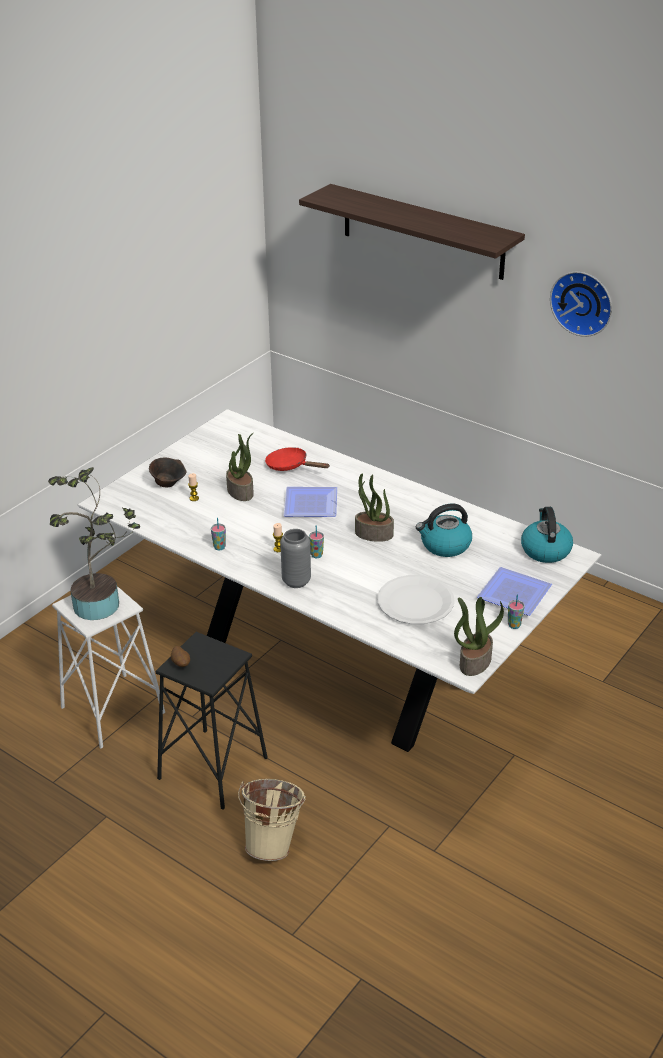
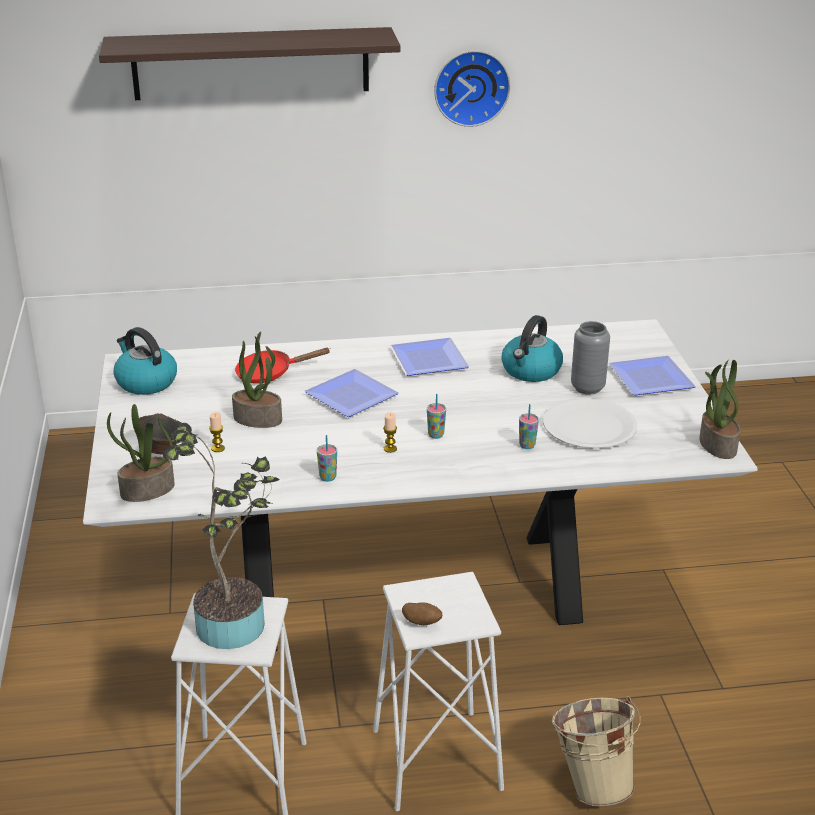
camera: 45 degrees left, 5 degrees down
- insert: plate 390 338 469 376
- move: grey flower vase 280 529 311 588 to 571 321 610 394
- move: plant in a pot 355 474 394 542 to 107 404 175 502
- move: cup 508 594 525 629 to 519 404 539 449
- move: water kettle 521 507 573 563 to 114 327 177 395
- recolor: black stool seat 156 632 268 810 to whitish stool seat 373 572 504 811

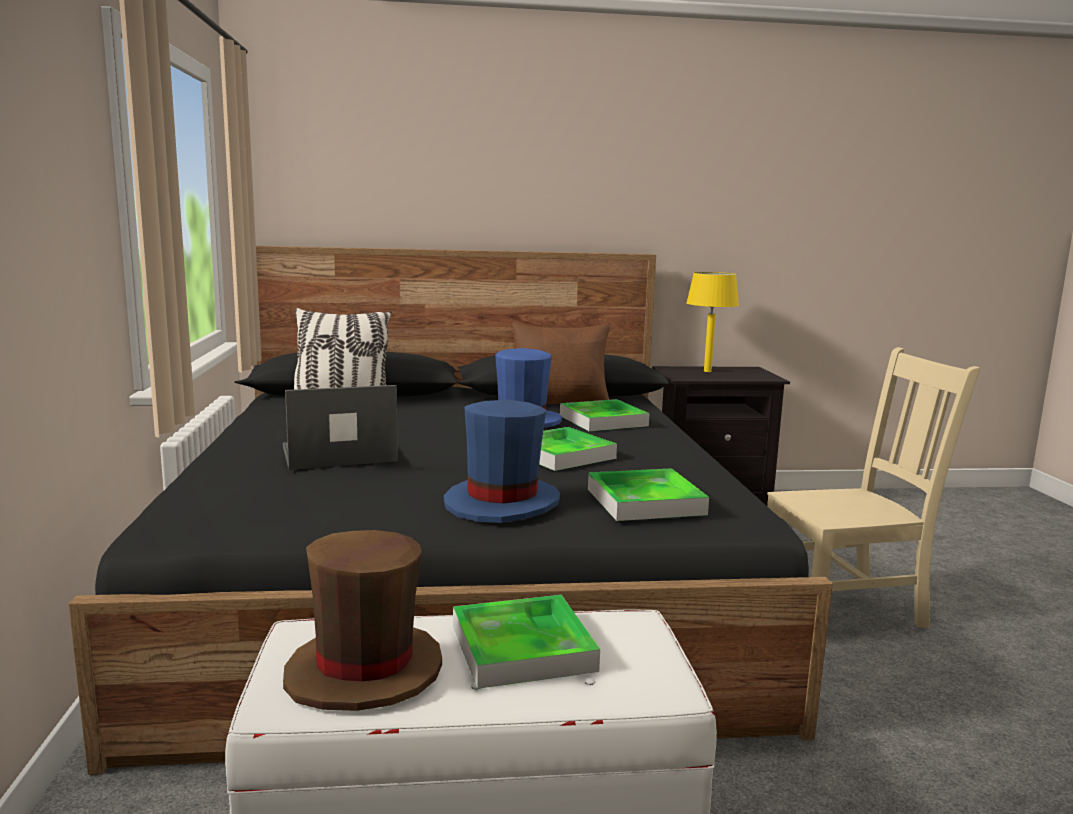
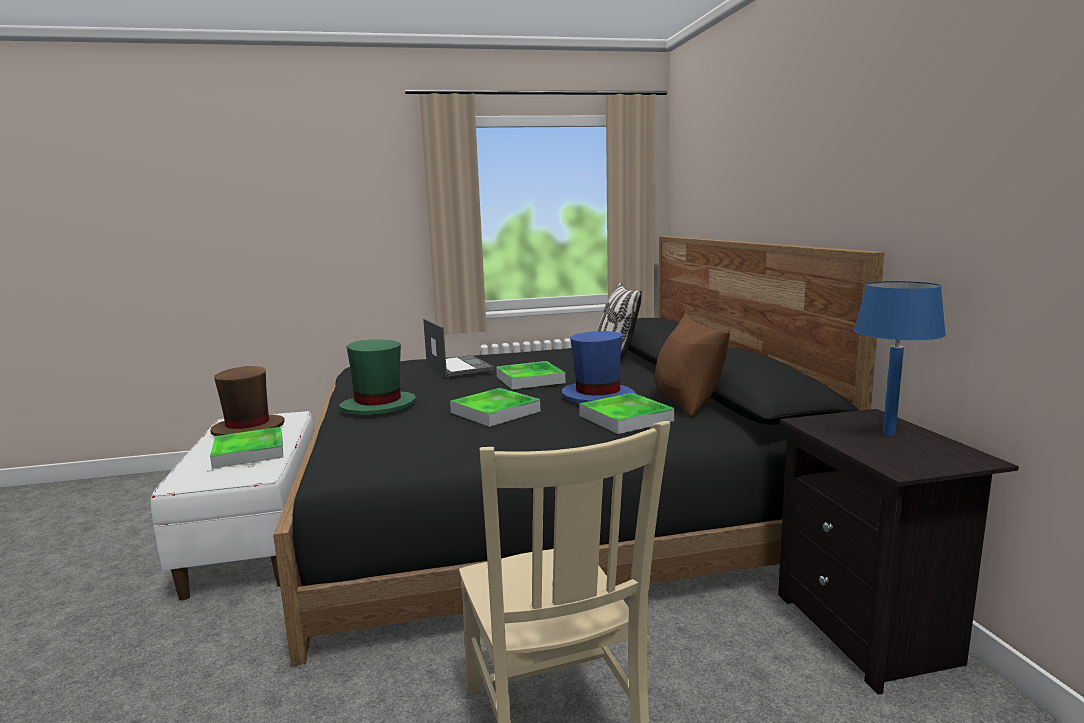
camera: 85 degrees right, 0 degrees up
- move: tray 588 468 709 521 to 496 361 566 390
- recolor: bluish clothing hat 444 400 560 523 to greenish clothing hat 339 339 416 415
- recolor: yellowish table lamp 686 272 739 372 to bluish table lamp 854 281 946 436

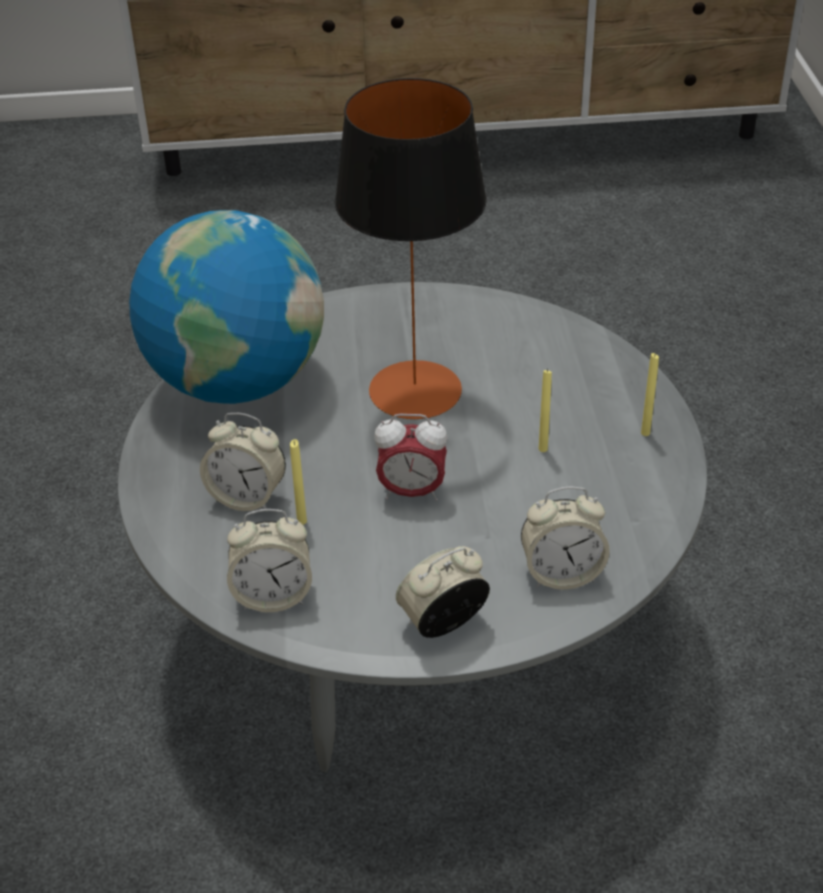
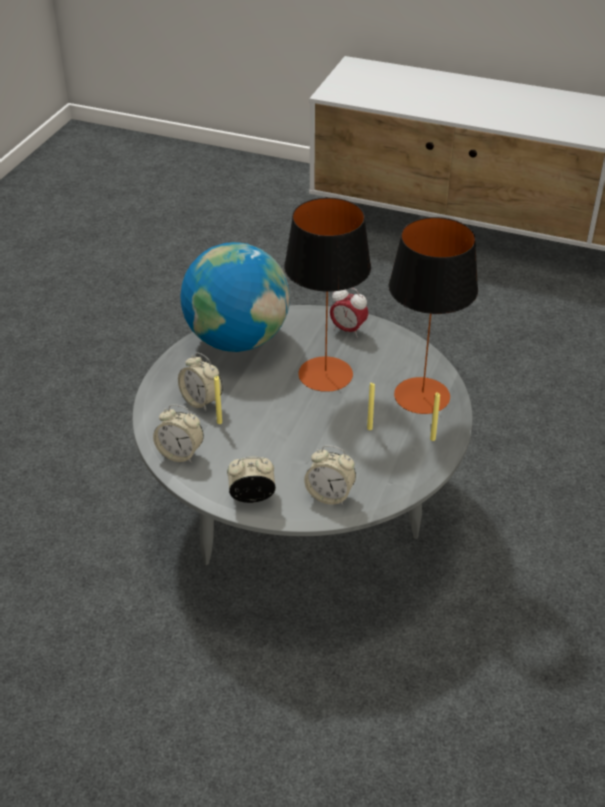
camera: 25 degrees right, 0 degrees up
- insert: table lamp 389 217 478 414
- move: alarm clock 374 414 447 501 to 330 288 368 337

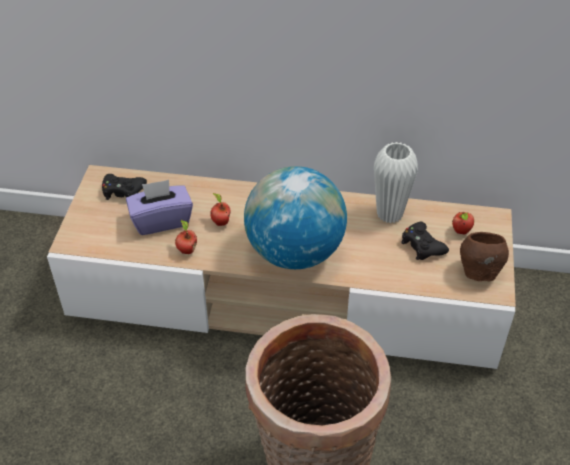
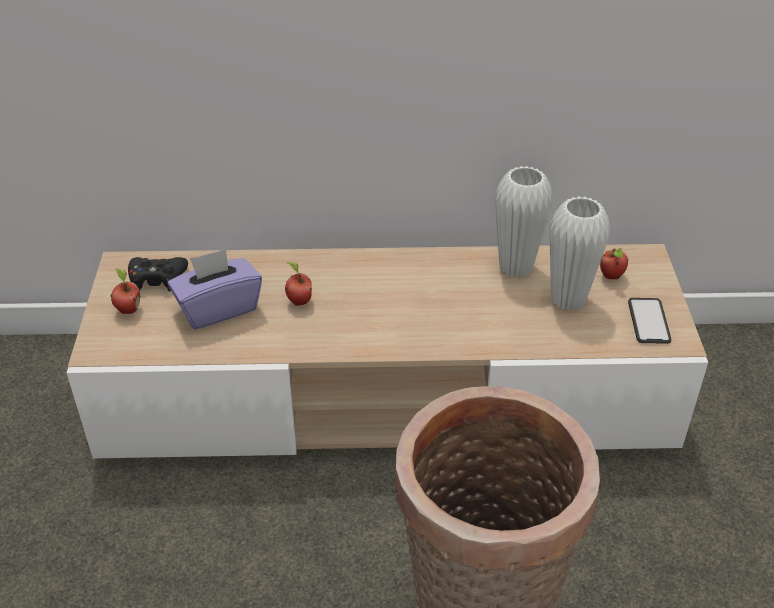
camera: 10 degrees left, 5 degrees down
- delete: world globe 244 166 347 269
- move: whole apple 175 220 197 254 to 111 269 140 314
- replace: black joypad 401 222 449 260 to whitish flower vase 549 196 610 310
- replace: brown-coloured deep dish 460 232 509 282 to phone 628 298 671 344

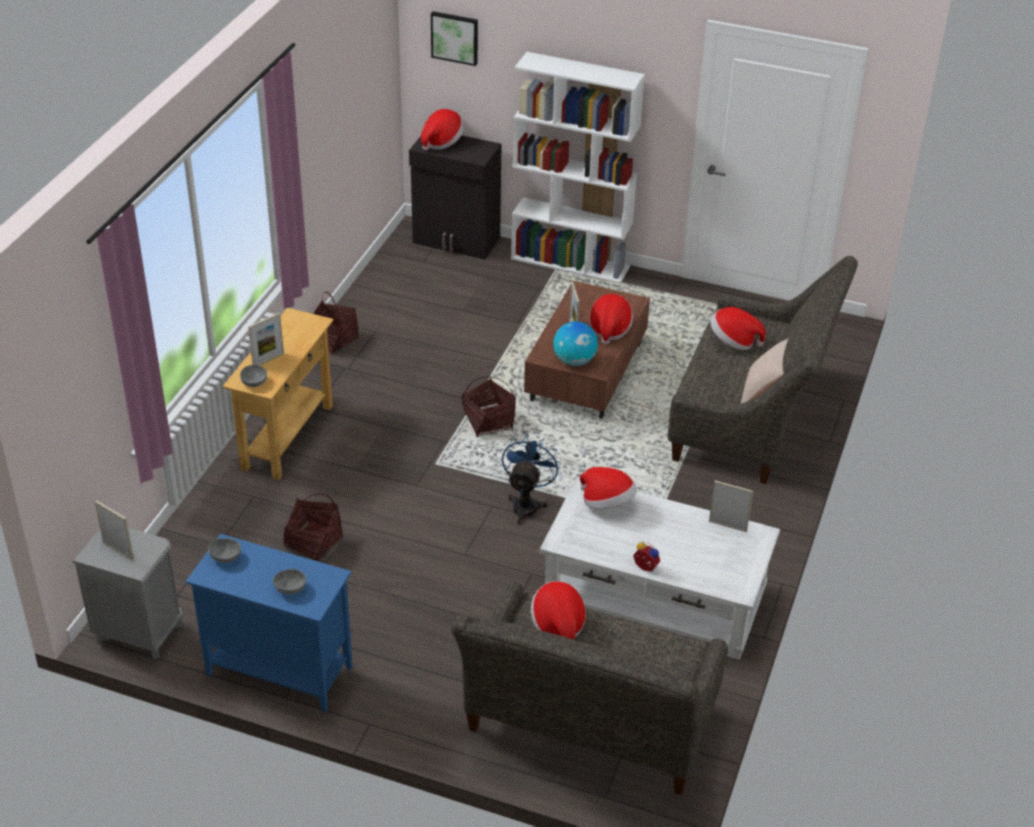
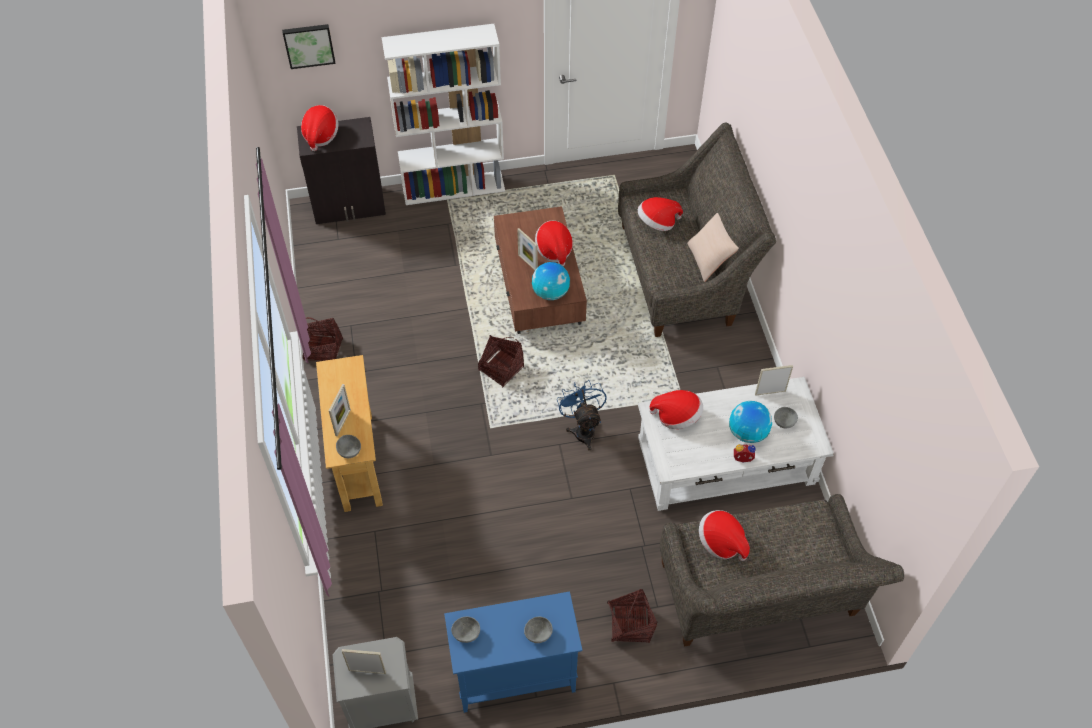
camera: 30 degrees left, 15 degrees up
- insert: world globe 729 401 772 443
- insert: grey deep dish 774 407 798 429
- move: storage basket 283 494 343 561 to 607 589 657 643

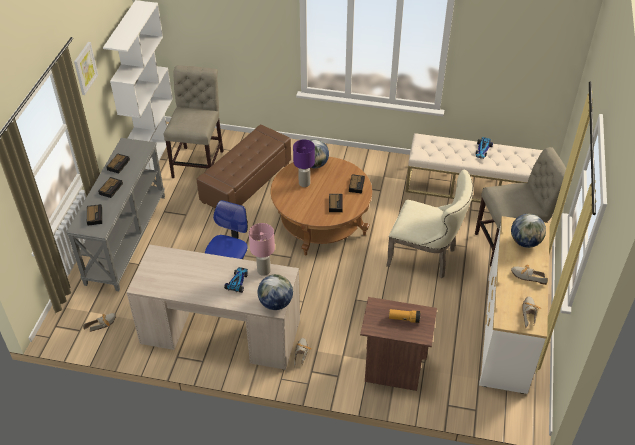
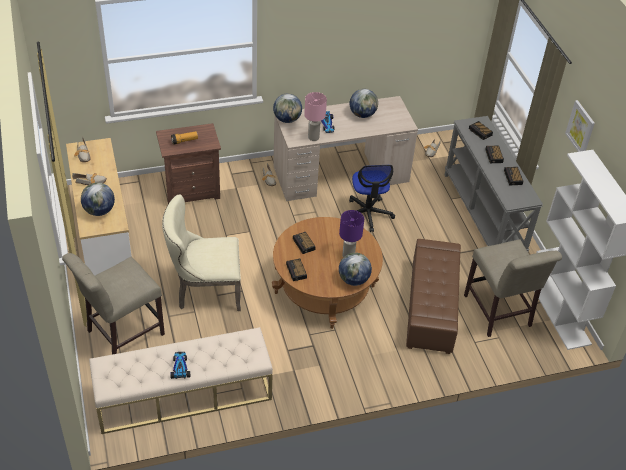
camera: 150 degrees right, 0 degrees up
- insert: world globe 350 89 378 118

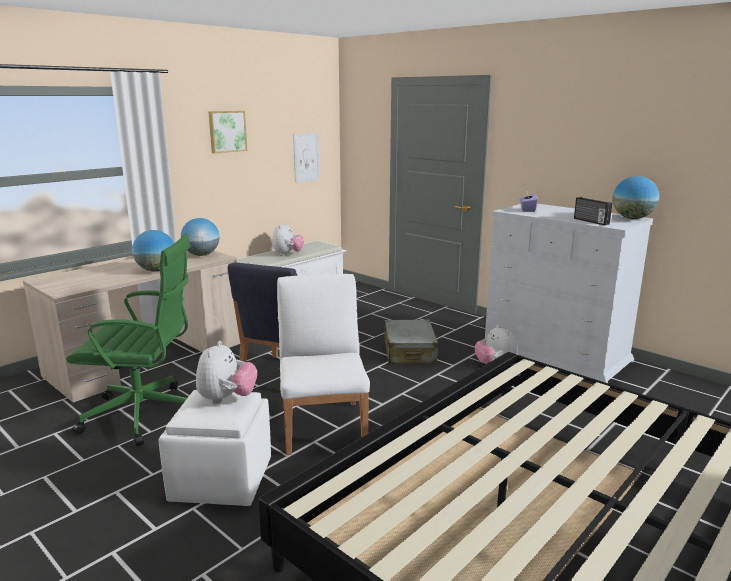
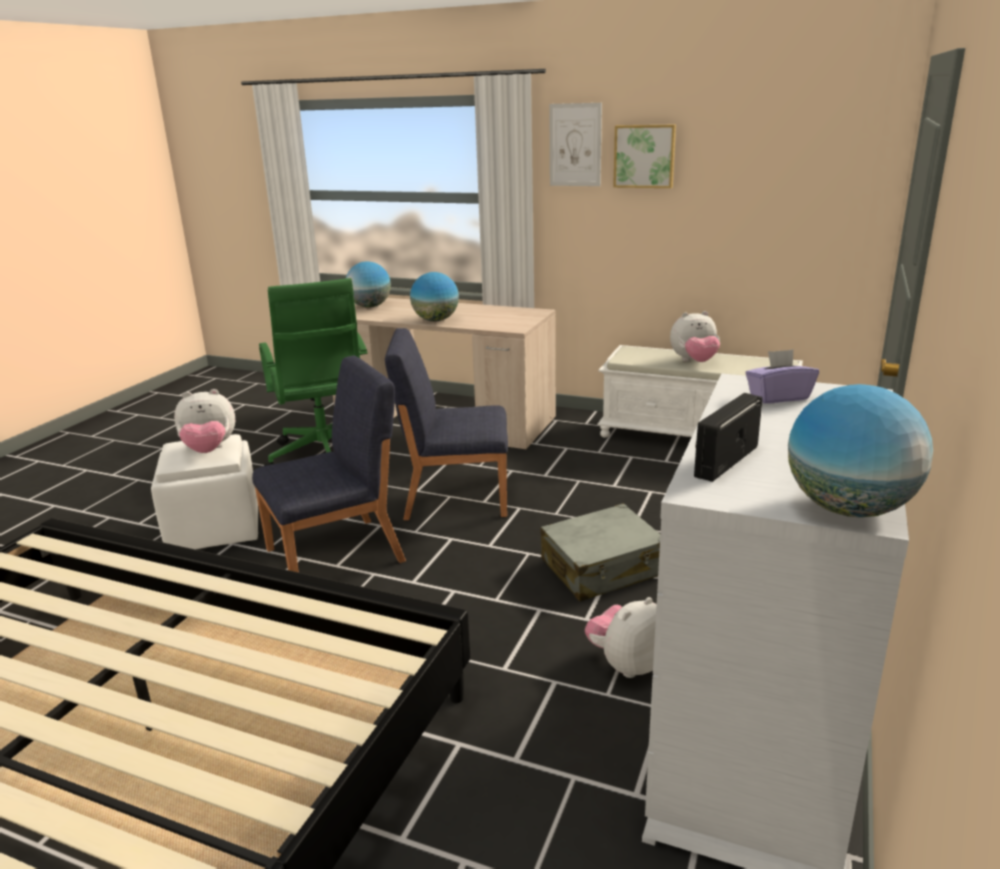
camera: 70 degrees right, 5 degrees up
- move: world globe 181 218 220 256 to 346 261 391 308
- move: picture 293 133 319 183 to 549 103 602 186
- recolor: whitish plain chair 277 274 370 455 to bluish plain chair 252 355 406 572

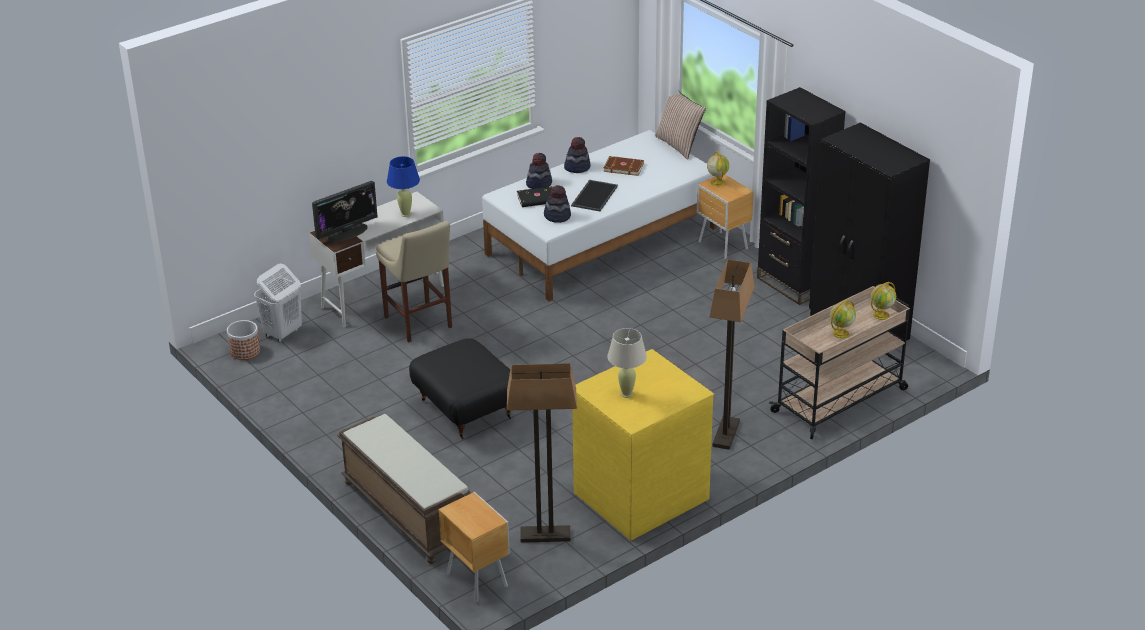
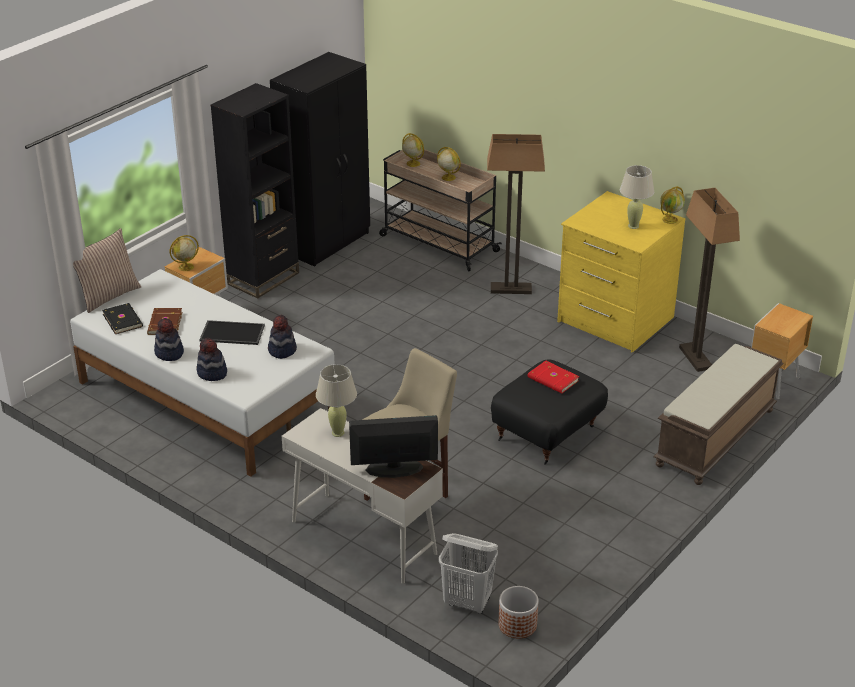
camera: 105 degrees left, 0 degrees up
- insert: red-coloured book 528 361 579 394
- insert: world globe 660 186 685 224
- move: black book 517 186 553 207 to 102 303 143 334
- recolor: bluish table lamp 387 156 420 217 to beige table lamp 316 364 357 437
- rotate: computer screen 312 181 378 242 = 349 415 438 478 45 degrees counterclockwise

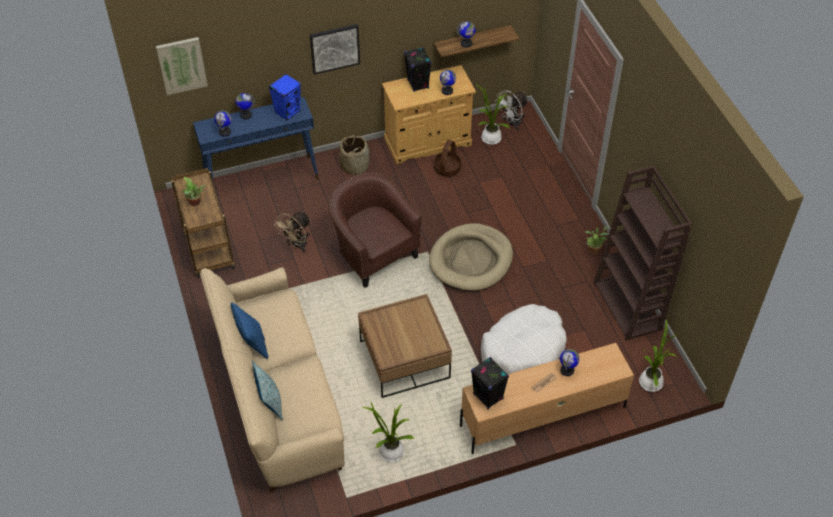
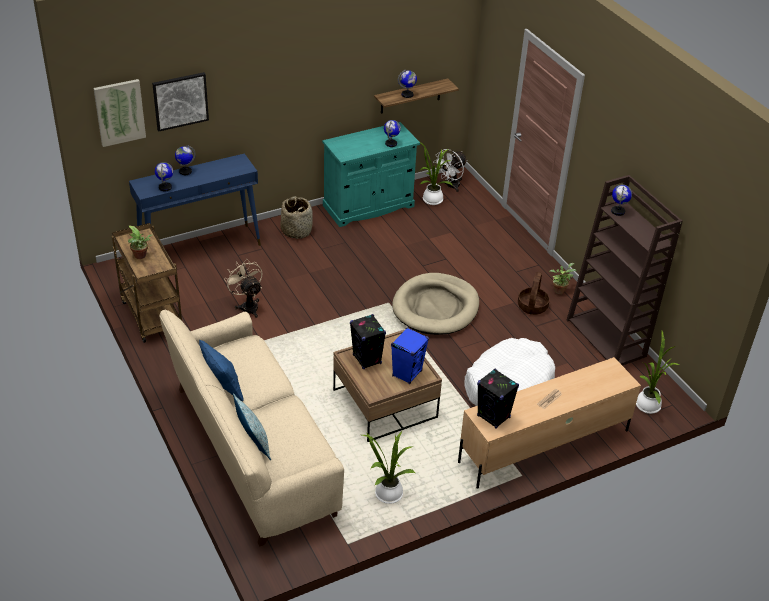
camera: 10 degrees left, 10 degrees down
- delete: brown-coloured easy chair 329 172 422 288
- move: bluish audio speaker 269 74 301 121 to 391 327 429 384
- move: picture 310 24 360 75 to 152 72 209 131
- move: black audio speaker 404 47 431 92 to 350 314 386 369
- move: storage basket 434 140 462 177 to 518 272 550 315
- move: world globe 560 349 580 376 to 611 184 632 216
- recolor: beige storage cabinet 382 65 476 164 to turquoise-coloured storage cabinet 322 122 420 227
- rotate: beige fan 274 211 311 252 = 224 259 262 318 120 degrees clockwise

